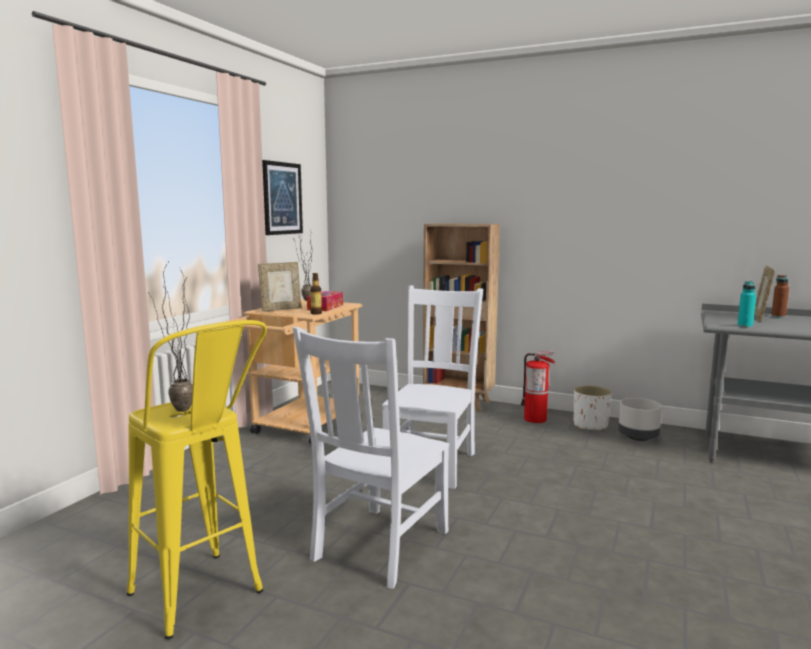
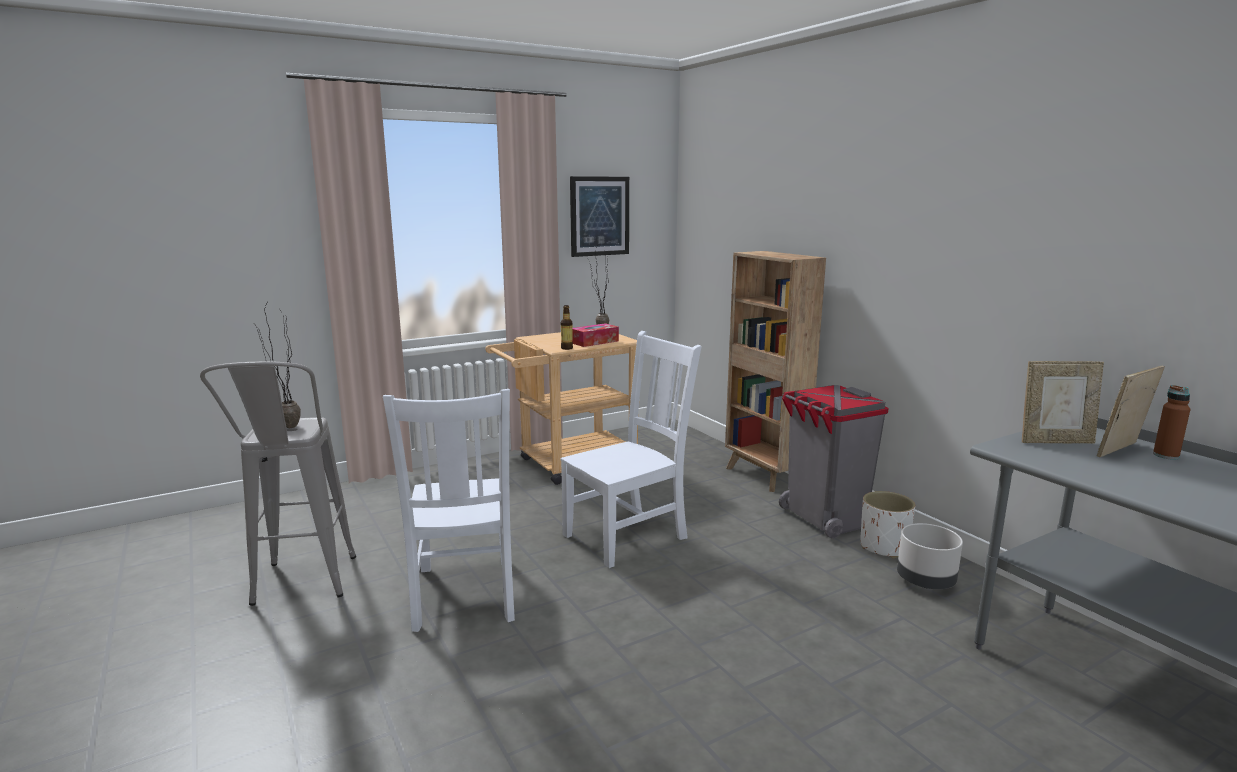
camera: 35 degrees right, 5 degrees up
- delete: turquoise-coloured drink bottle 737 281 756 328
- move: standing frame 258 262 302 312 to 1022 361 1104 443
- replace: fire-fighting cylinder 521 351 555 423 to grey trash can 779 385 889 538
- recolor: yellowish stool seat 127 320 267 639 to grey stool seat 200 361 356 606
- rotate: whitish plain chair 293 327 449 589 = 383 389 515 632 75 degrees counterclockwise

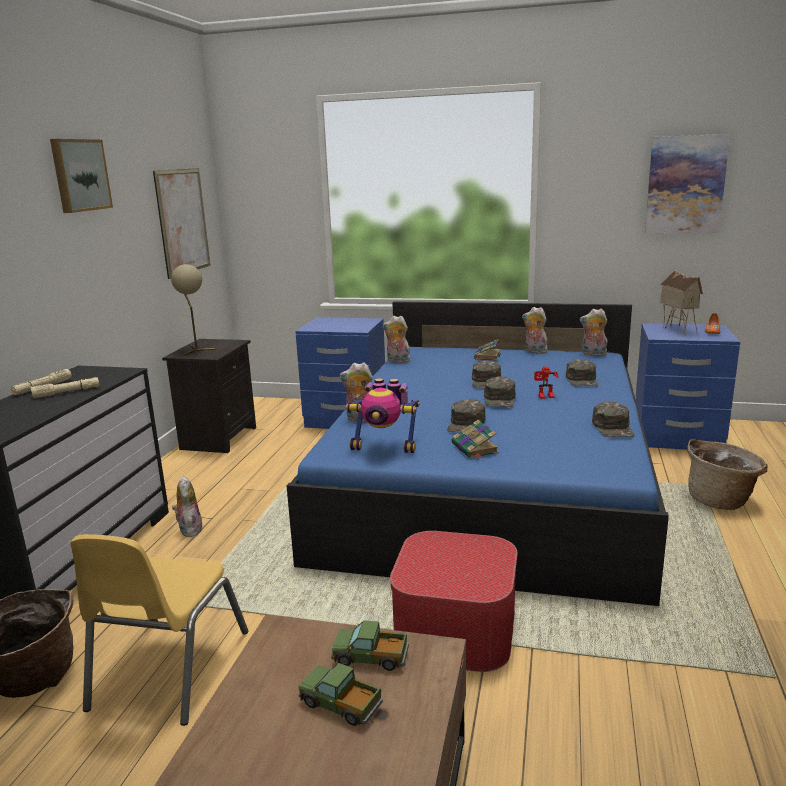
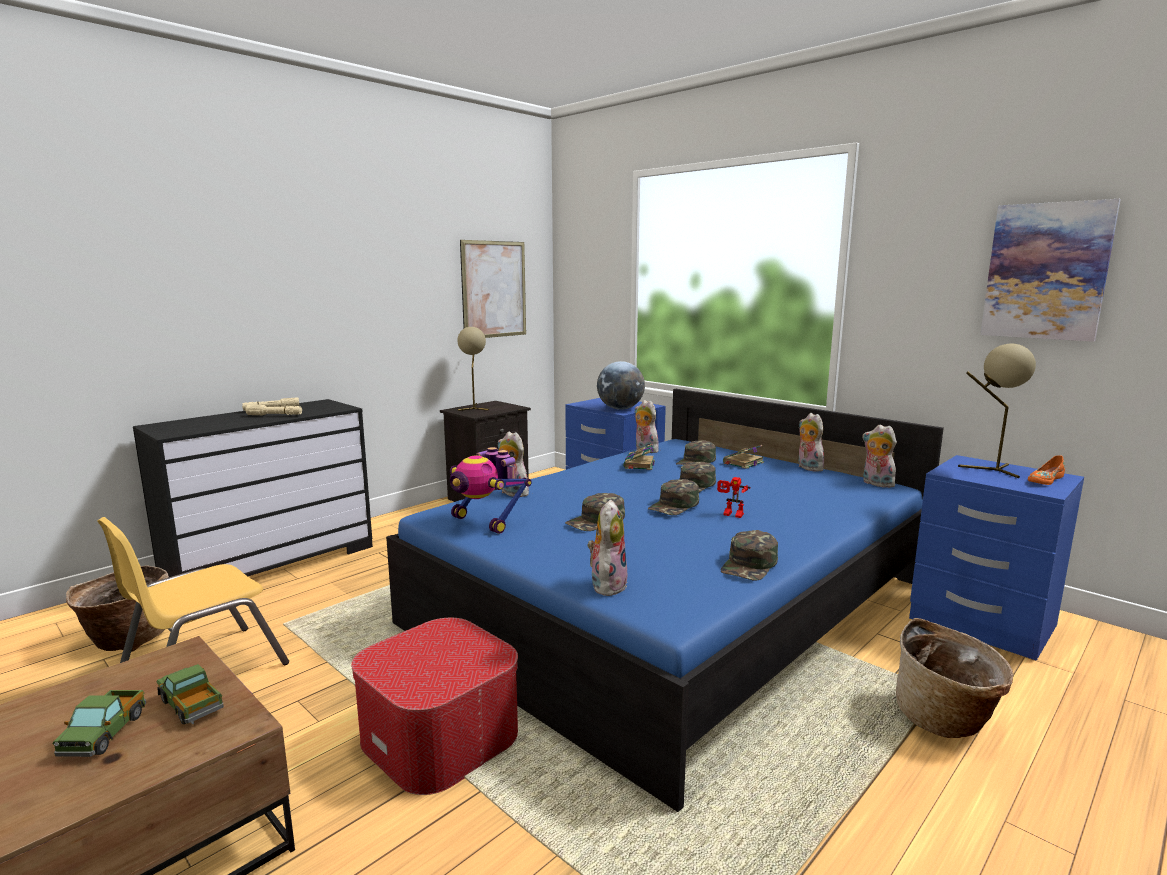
camera: 30 degrees right, 5 degrees down
- delete: picture 50 139 113 213
- insert: world globe 597 361 645 410
- move: cuddly toy 172 476 203 537 to 587 500 627 596
- move: book 452 420 499 458 to 623 443 655 470
- move: greenish baseball cap 566 359 598 386 to 676 440 716 465
- replace: toy house 660 270 703 335 to beige table lamp 958 344 1036 478
- rotate: model truck 298 663 383 726 = 53 690 146 757 150 degrees counterclockwise

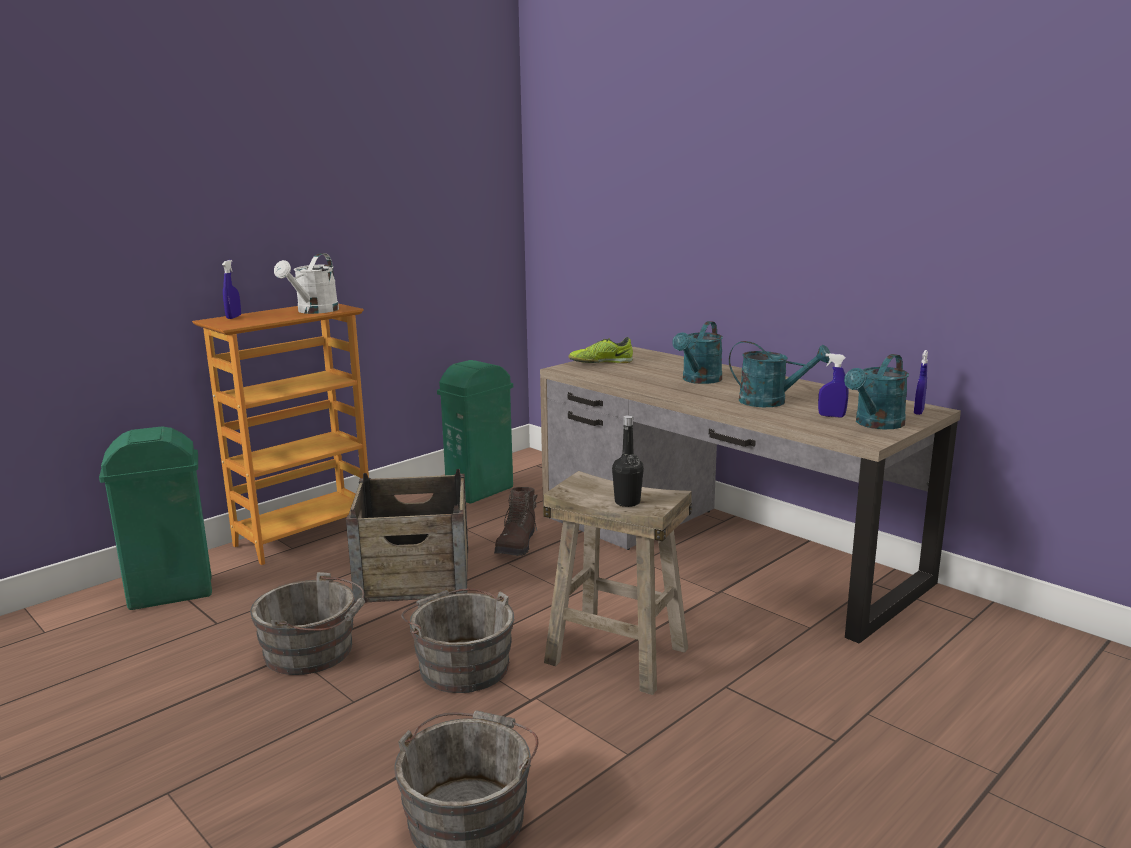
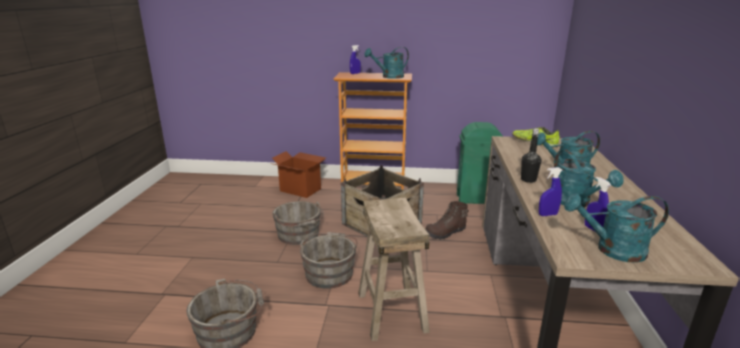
camera: 50 degrees right, 5 degrees up
- move: black drink bottle 612 415 644 507 to 521 128 541 183
- move: bluish spray bottle 914 350 928 415 to 539 167 562 216
- replace: greenish trash can 99 426 212 610 to cardboard box 270 151 326 198
- recolor: whitish watering can 274 253 339 314 to turquoise-coloured watering can 364 47 409 79

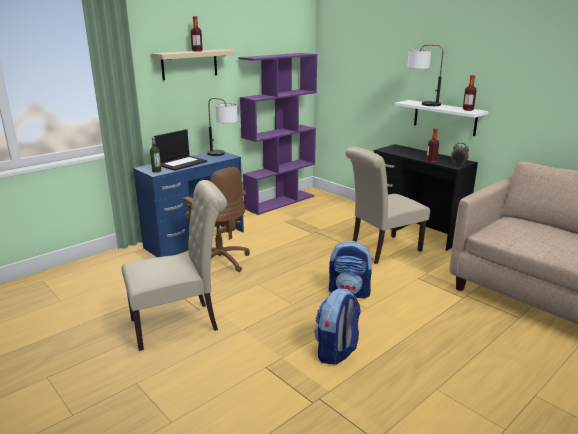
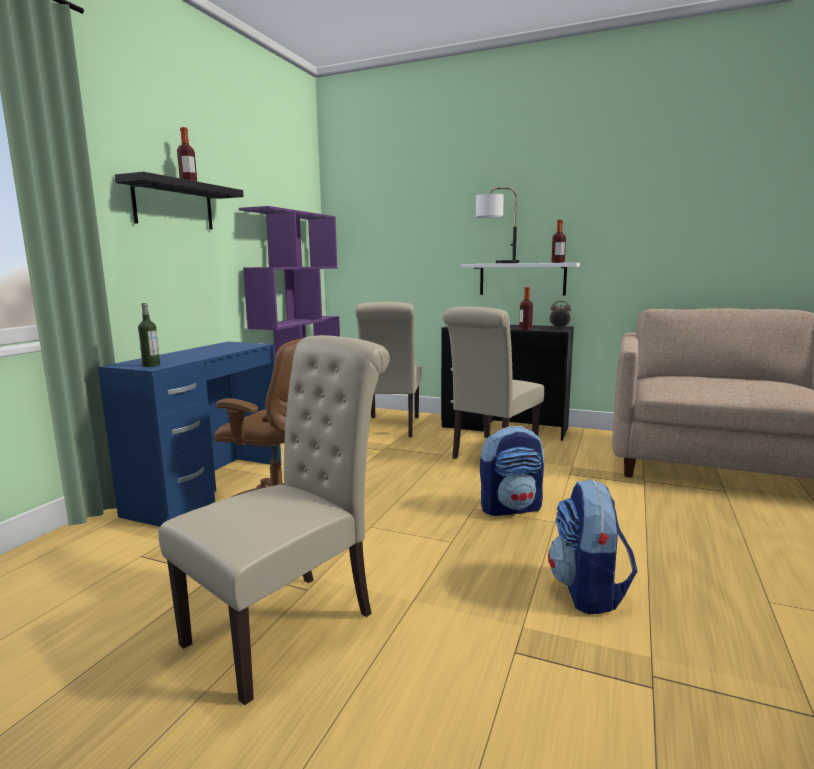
camera: 25 degrees left, 10 degrees down
- delete: portable computer 154 129 207 171
- delete: table lamp 207 98 238 156
- insert: beige plain chair 355 302 422 437
- recolor: beige wall shelf 151 49 235 80 to black wall shelf 115 172 244 229

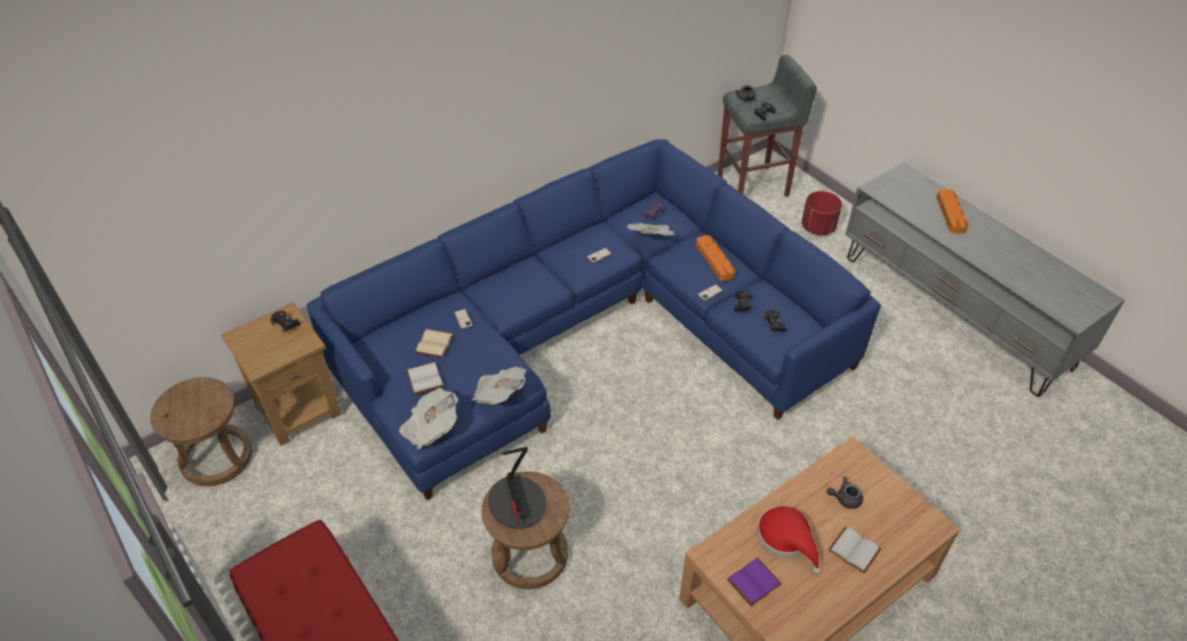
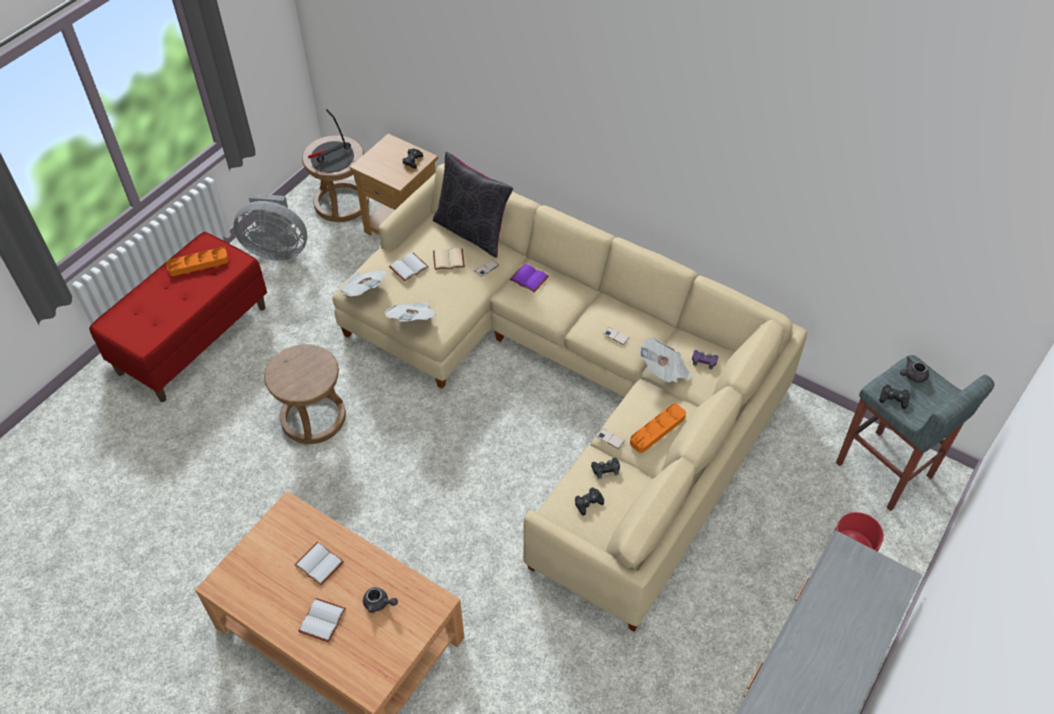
camera: 70 degrees right, 5 degrees up
- insert: grey fan 234 193 307 261
- insert: black cushion 433 152 513 258
- move: table lamp 488 447 546 529 to 308 109 354 173
- move: purple-coloured book 727 558 782 607 to 509 264 549 292
- move: orange tray 937 189 968 233 to 166 247 229 276
- replace: red-coloured clothing hat 757 506 821 574 to whitish book 295 542 344 586
- recolor: bluish settee 307 139 881 500 to beige settee 332 163 807 632
- rotate: grey teapot 826 476 863 509 = 363 587 398 613 135 degrees clockwise

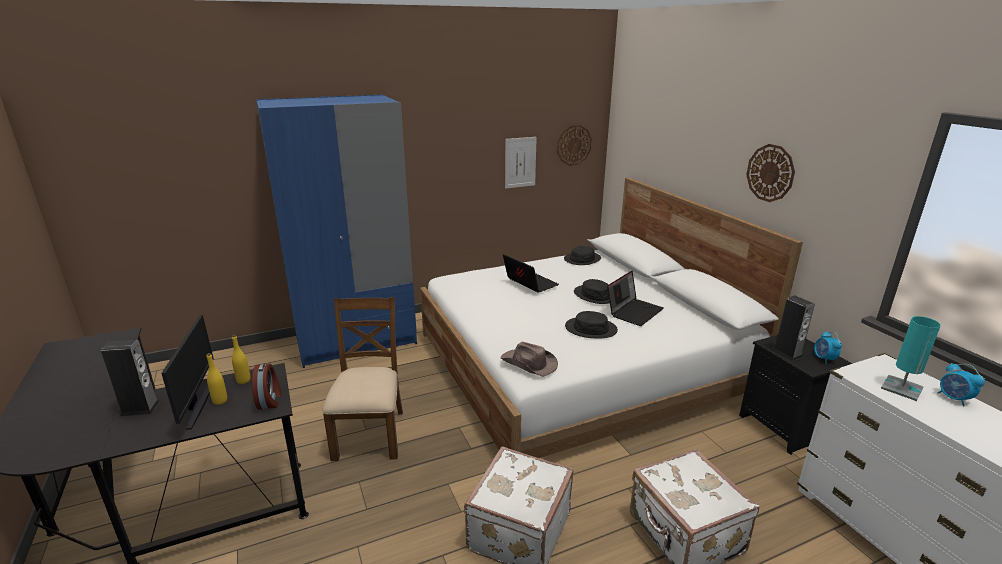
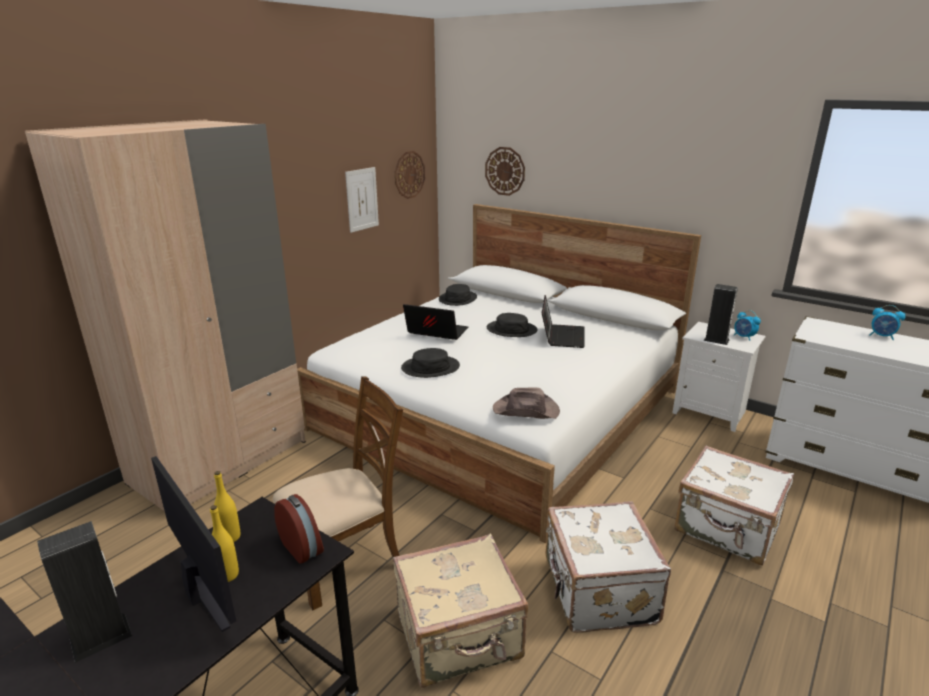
camera: 30 degrees left, 0 degrees up
- delete: turquoise-coloured table lamp 881 316 941 401
- insert: beige suitcase 393 534 528 688
- move: black clothing hat 565 311 618 338 to 401 348 460 378
- move: hanging clock 746 144 795 202 to 485 147 525 196
- recolor: bluish clothes cupboard 256 94 417 368 to beige clothes cupboard 25 119 306 511
- recolor: black night table 739 335 853 455 to whitish night table 673 322 766 432
- rotate: brown-coloured plain chair 322 297 403 461 = 273 376 403 610 90 degrees clockwise

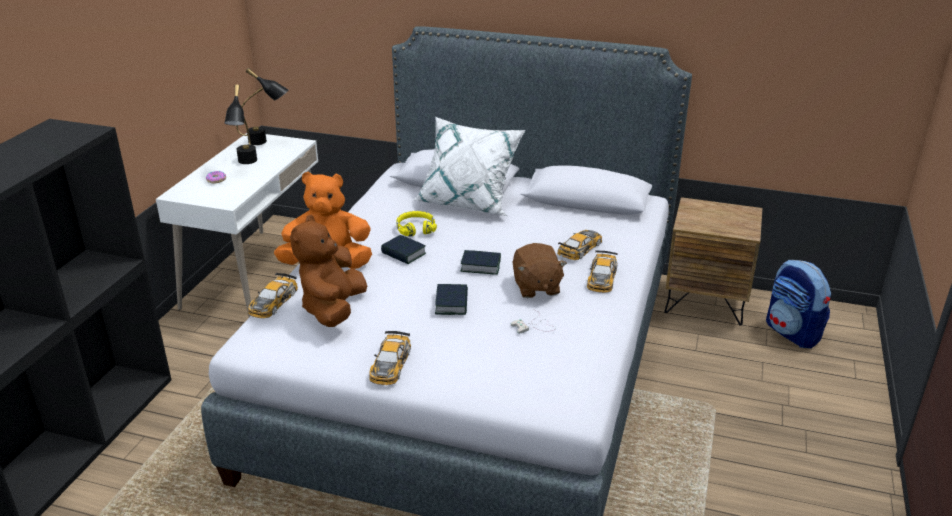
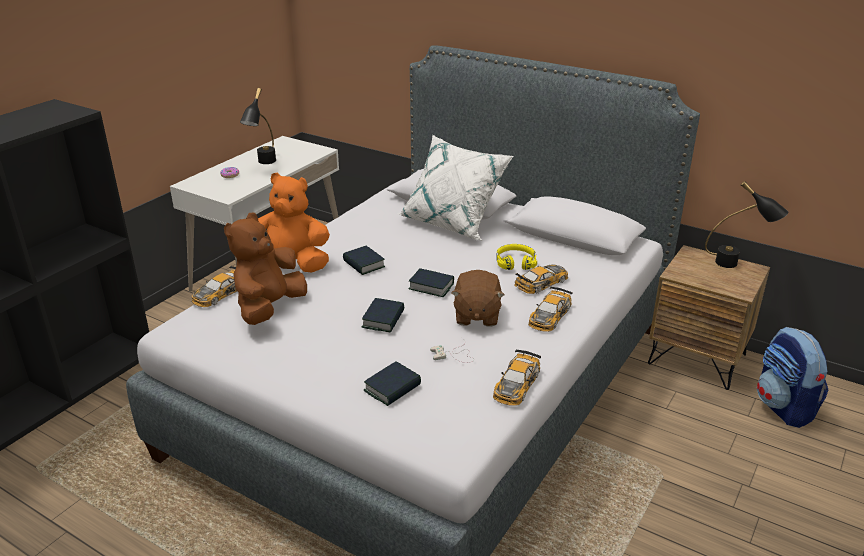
camera: 15 degrees right, 0 degrees up
- insert: book 364 362 421 406
- move: black table lamp 236 68 288 145 to 705 181 788 268
- move: miniature car 370 331 411 385 to 493 349 541 406
- move: yellowish headphones 396 211 437 236 to 496 244 537 270

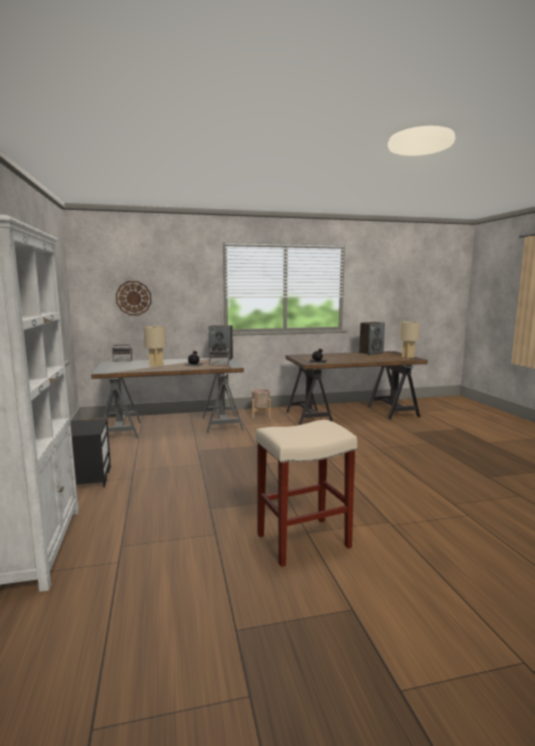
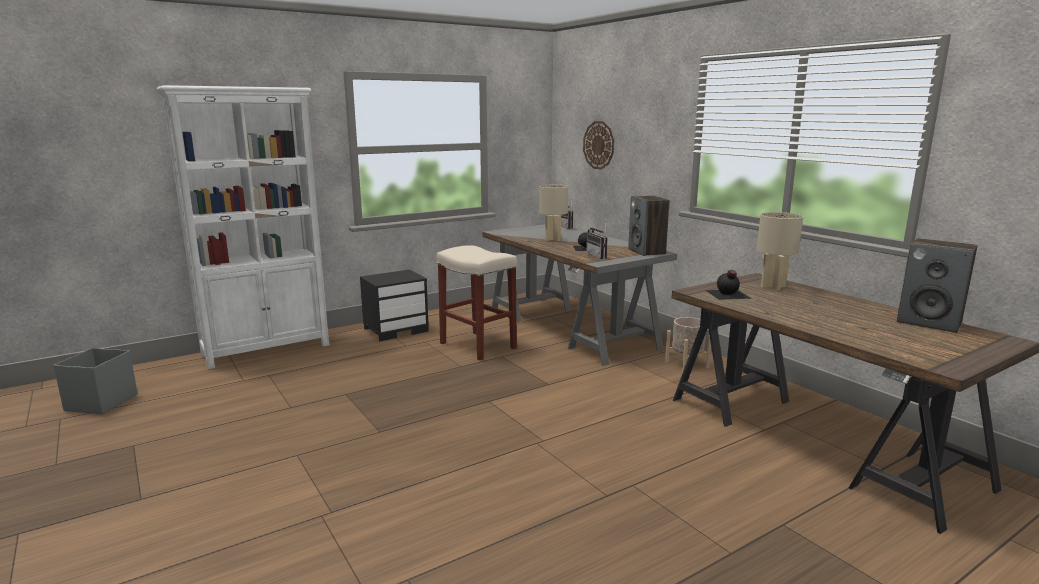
camera: 70 degrees right, 5 degrees up
- insert: grey storage bin 54 348 138 414
- move: beige stool seat 256 420 357 567 to 436 245 517 361
- move: beige table lamp 399 321 420 358 to 757 212 803 290

